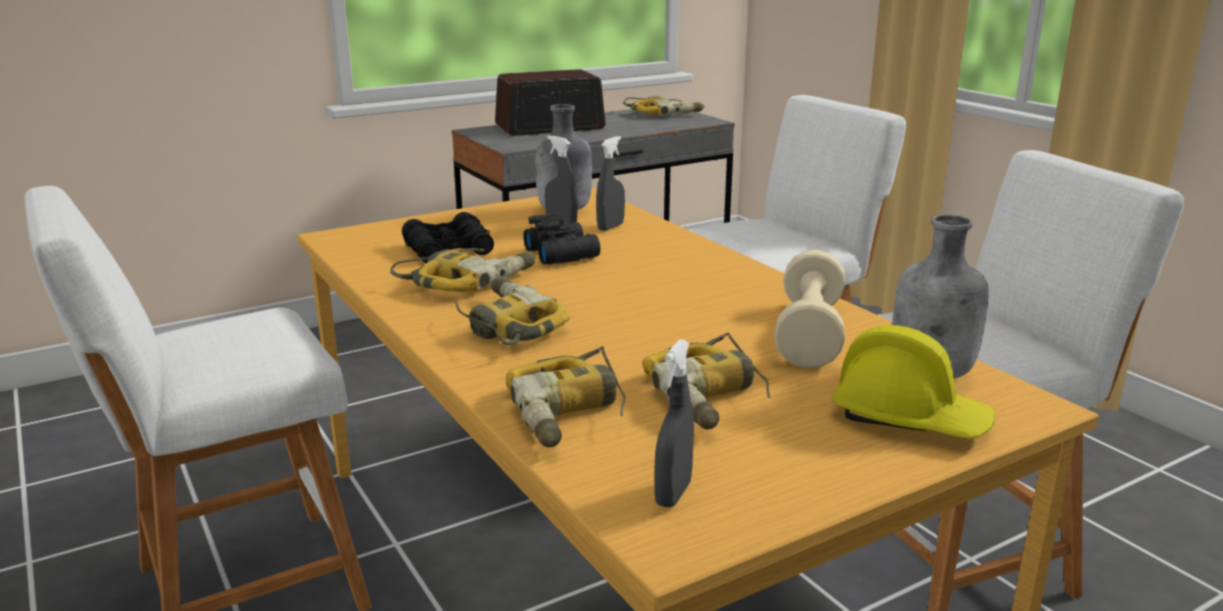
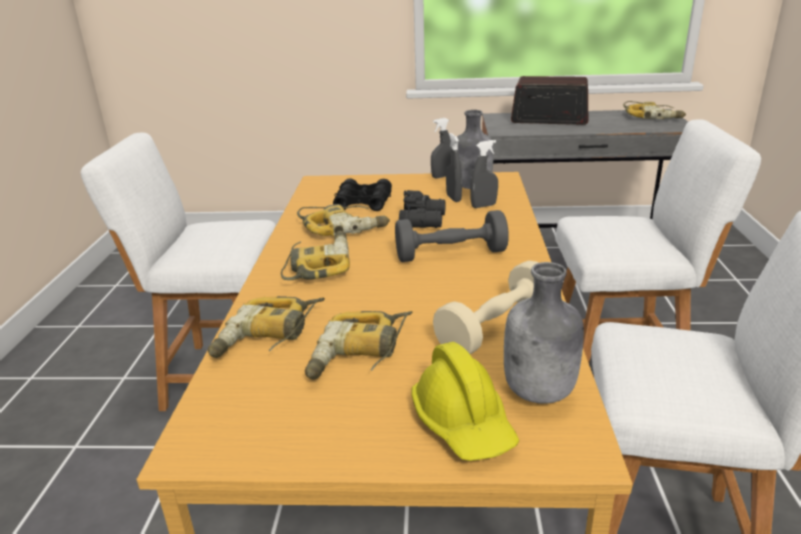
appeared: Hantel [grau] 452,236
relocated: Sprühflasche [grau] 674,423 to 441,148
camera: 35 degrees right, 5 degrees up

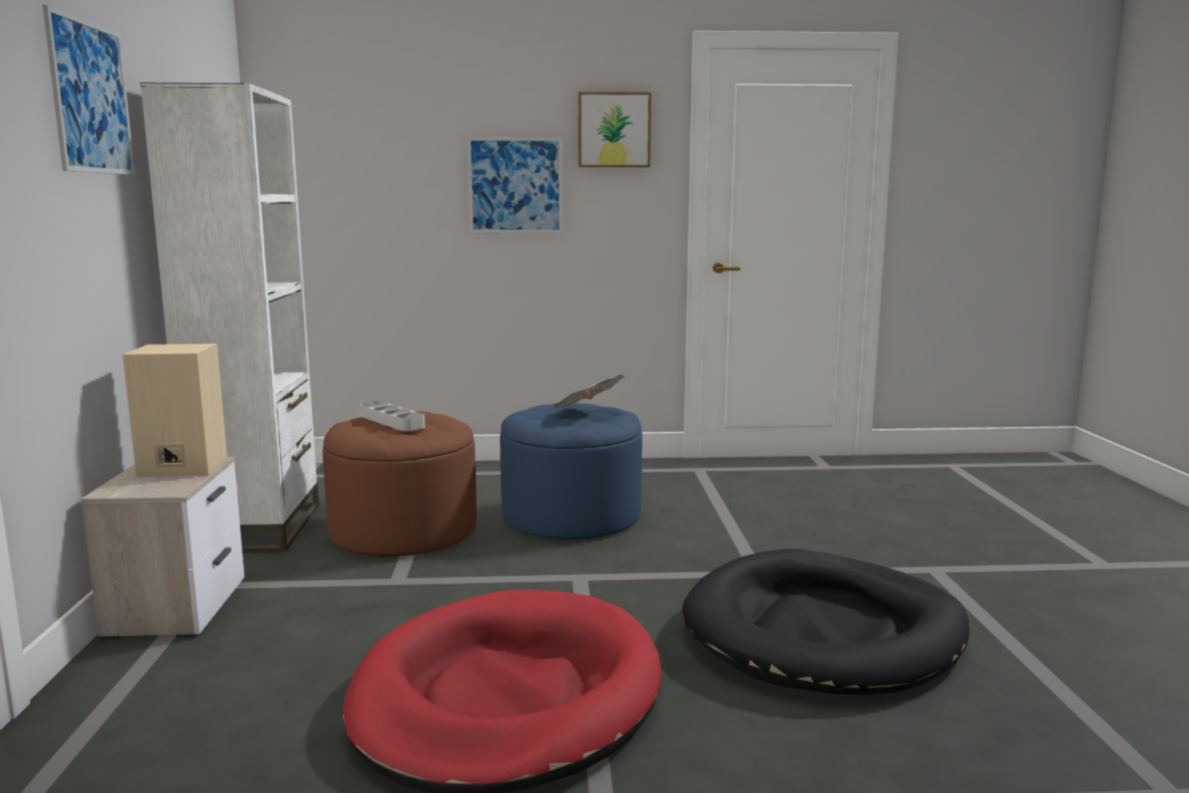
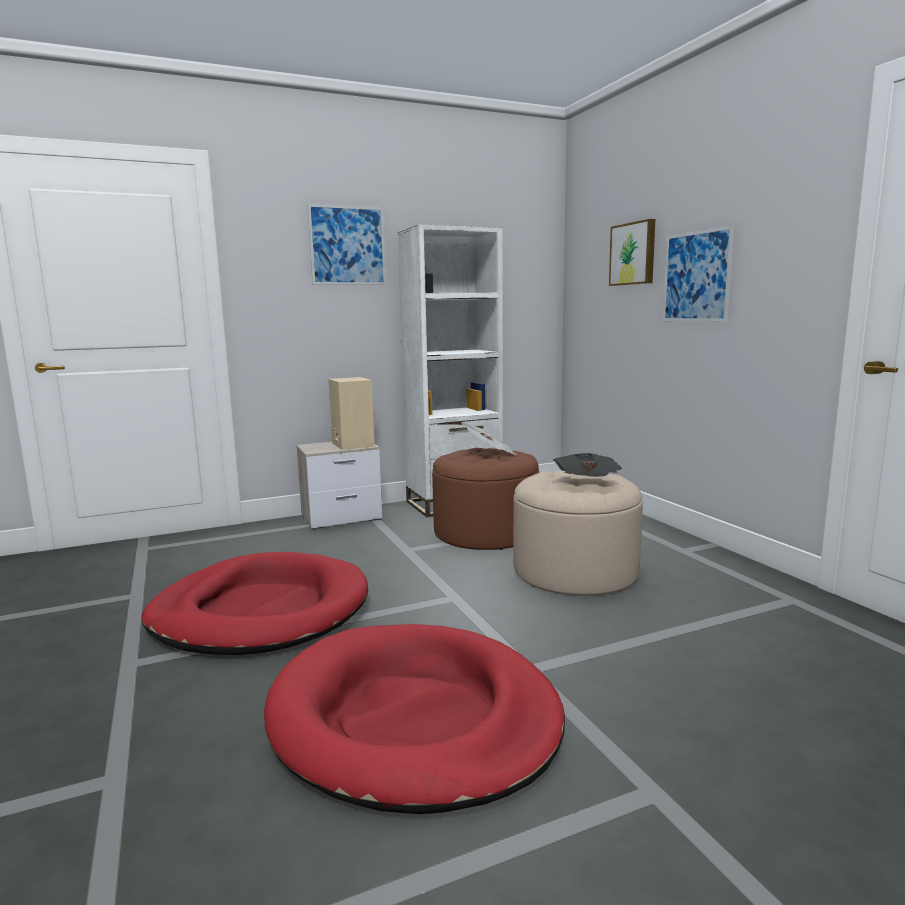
relocated: Bild 614,129 to 632,252
exchanged: Tablett [grau] 392,416 to Zeitung 489,438
colour: Polsterhocker [blau] 571,471 to Polsterhocker [beige] 578,533; Hundebett [schwarz] 825,622 to Hundebett [rot] 414,719
camera: 70 degrees right, 0 degrees up

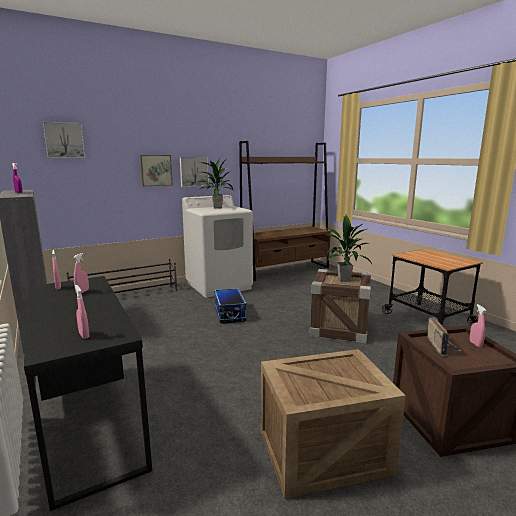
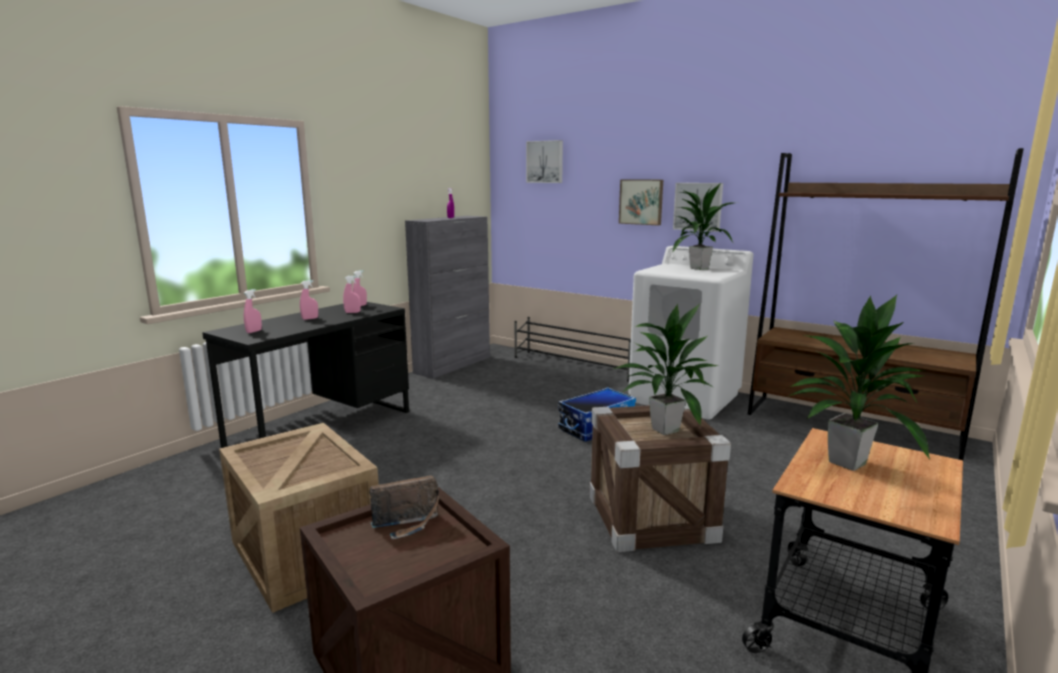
appeared: Topfpflanze 858,383
relocated: Sprühflasche [rosa] 478,325 to 309,300
camera: 65 degrees right, 0 degrees up

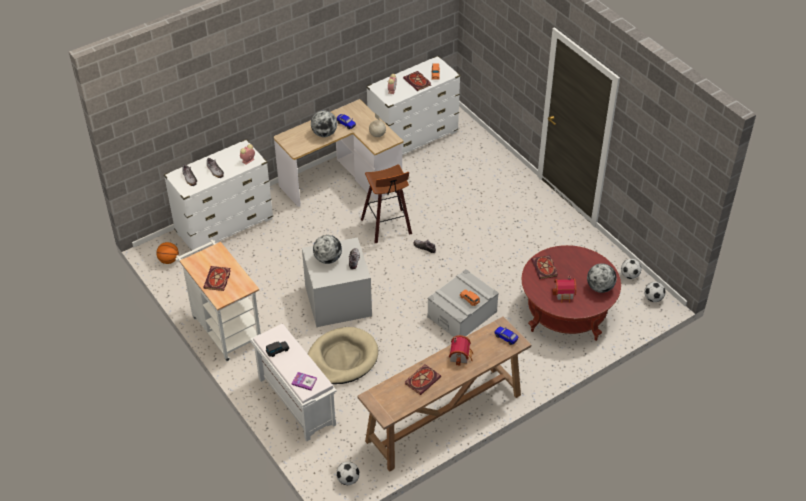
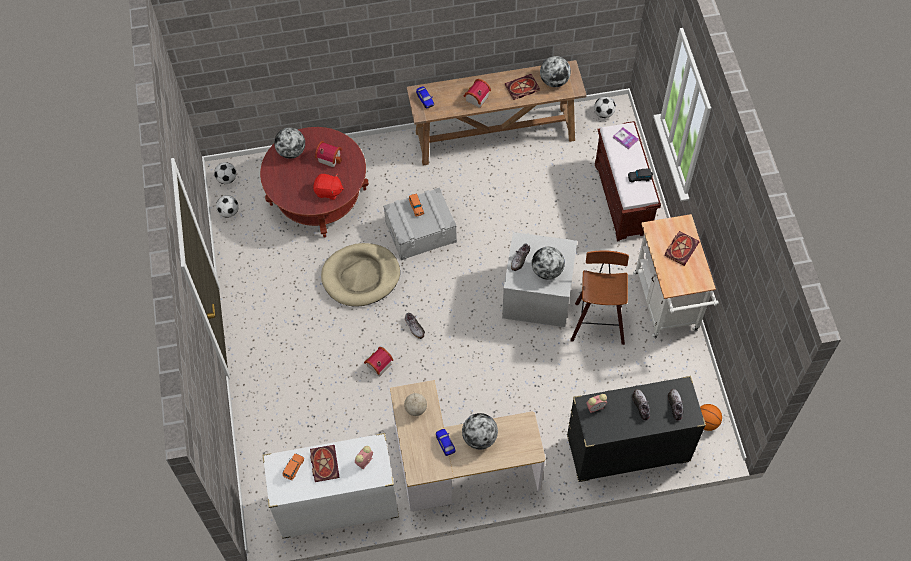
appeared: Spielzeughaus 378,361; Globus 555,71
relocated: Hundebett [beige] 343,355 to 360,275; Hocker 386,203 to 599,297
exchanged: Buch 544,267 to Plüschtier [rot] 328,187
colour: Kommode [weiß] 218,196 to Kommode [schwarz] 636,429; Bank [weiß] 294,382 to Bank [braun] 628,181
camera: 155 degrees left, 15 degrees up

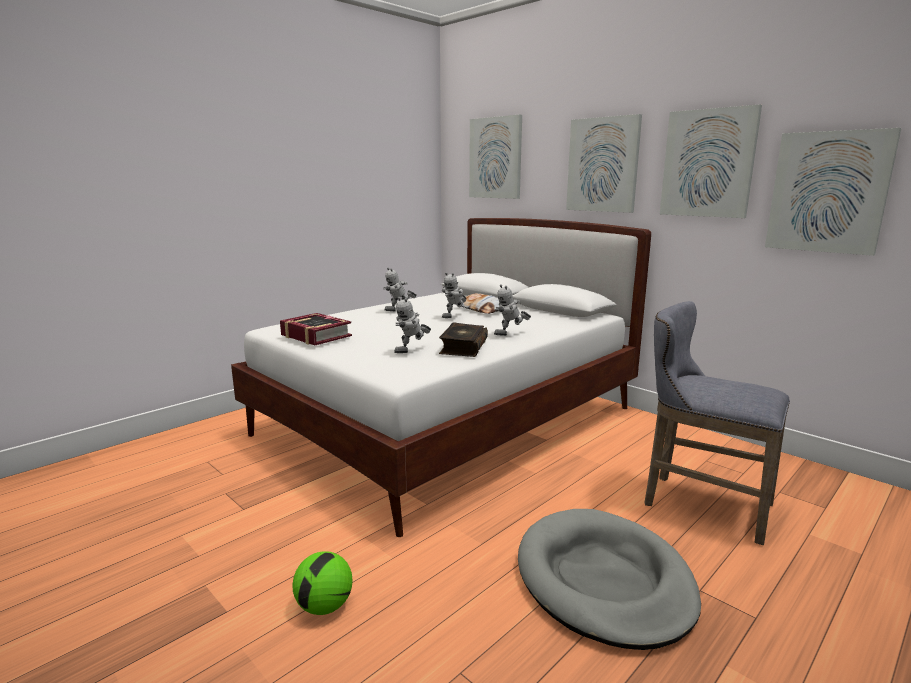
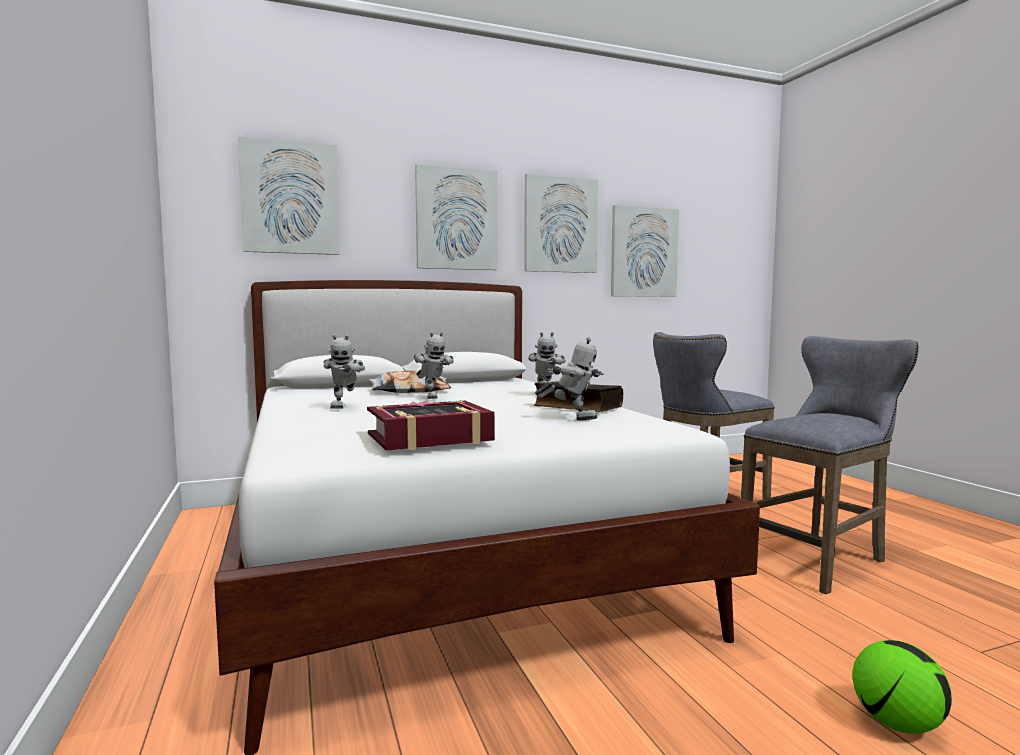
exchanged: Hundebett [grau] 609,579 to Hocker [grau] 830,465
spun: Spielzeugroboter 412,325 = 569,379 60 degrees counterclockwise
camera: 65 degrees left, 10 degrees down

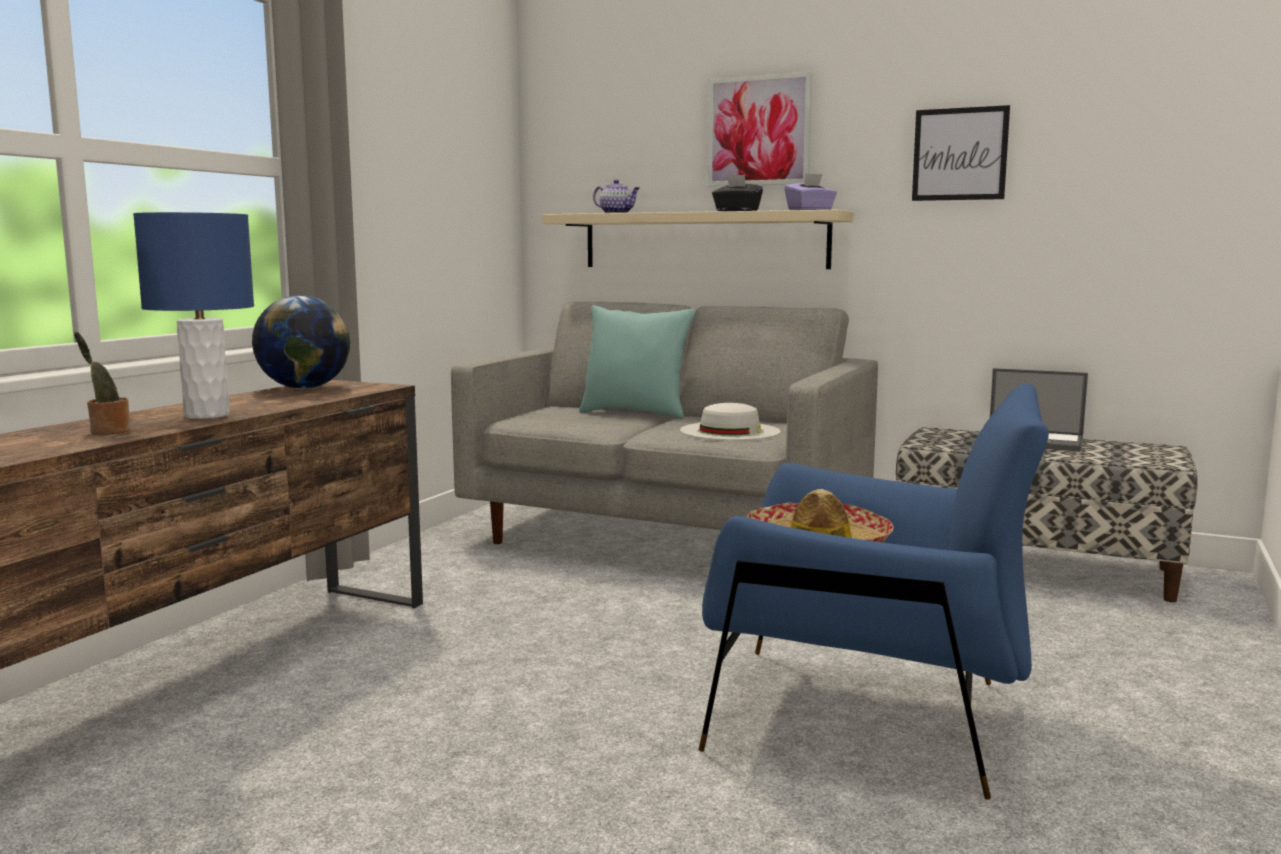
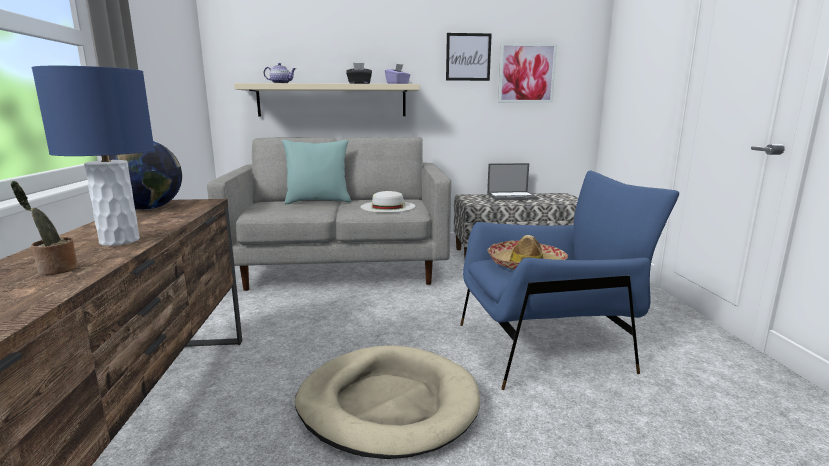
appeared: Hundebett [beige] 387,402
relocated: Bild 759,129 to 527,72
camera: 30 degrees left, 5 degrees up

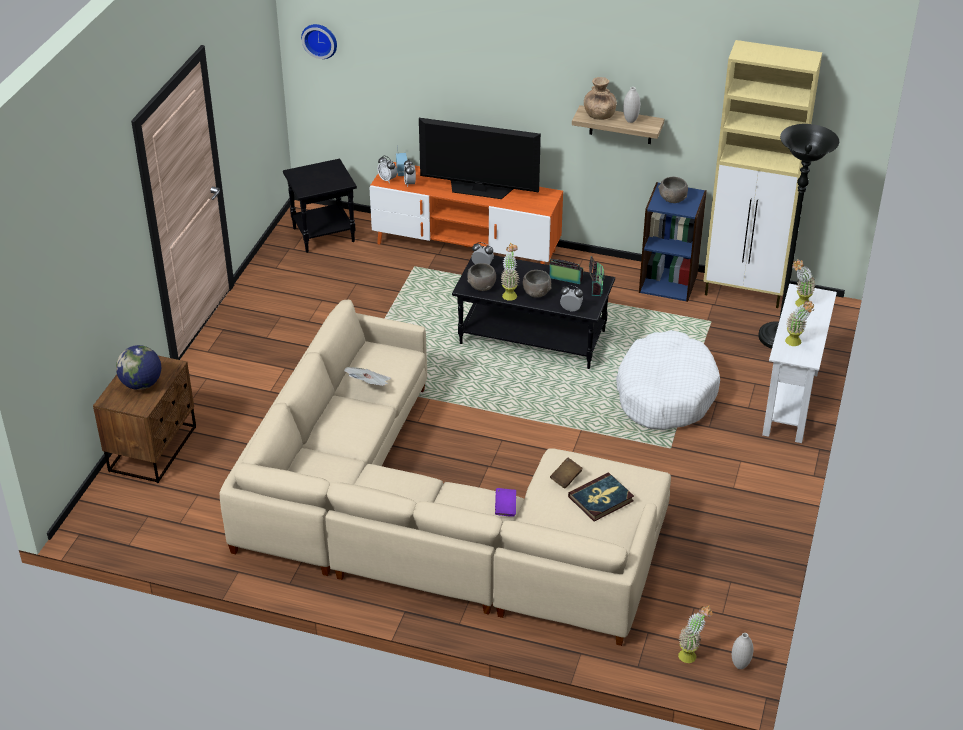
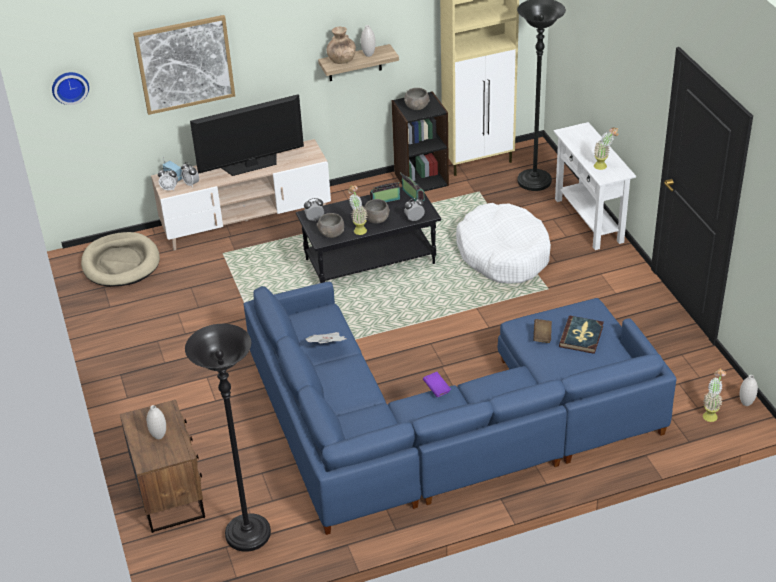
missing: Topfpflanze 804,283
appeared: Bild 184,65; Stehlampe [schwarz] 228,438
relocated: Buch [lila] 505,502 to 437,384
exchanged: Globus 138,367 to Vase [weiß] 156,422; Beistelltisch [schwarz] 320,206 to Hundebett [beige] 120,259
colour: Sofa [beige] 445,473 to Sofa [blau] 460,408; Fernsehschrank [orange] 466,213 to Fernsehschrank [beige] 241,195; Bücherregal [blau] 673,242 to Bücherregal [schwarz] 420,141
camera: 35 degrees left, 0 degrees up

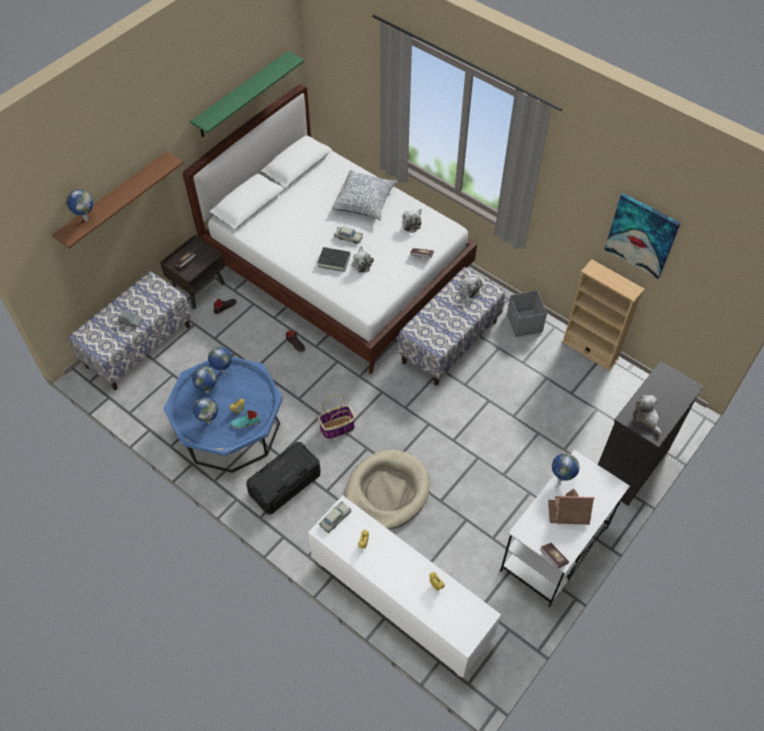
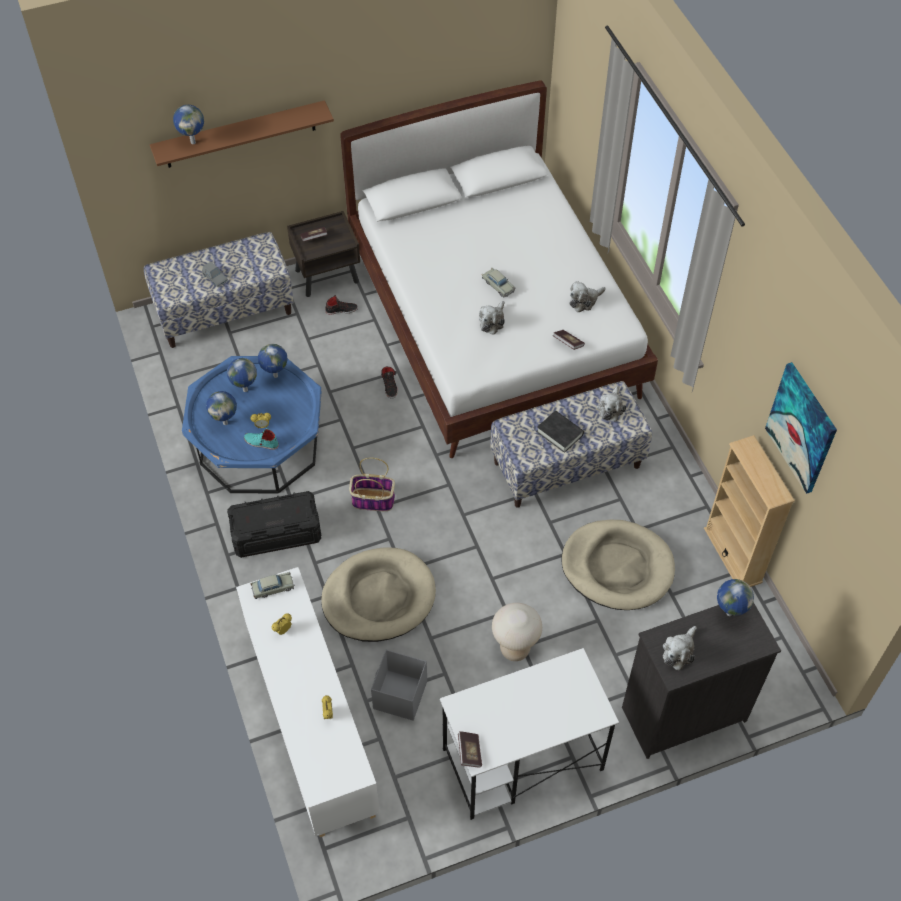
missing: Wandregal [grün] 247,94; Kissen 365,195; Spielzeughaus 571,507
appeared: Hocker [beige] 517,632; Hundebett [beige] 618,565
relocated: Buch [schwarz] 334,259 to 560,432; Aufbewahrungsbox [grau] 527,313 to 399,685; Globus 566,467 to 735,597
spun: Plüschtier 647,415 = 680,648 150 degrees counterclockwise
camera: 30 degrees right, 0 degrees up

